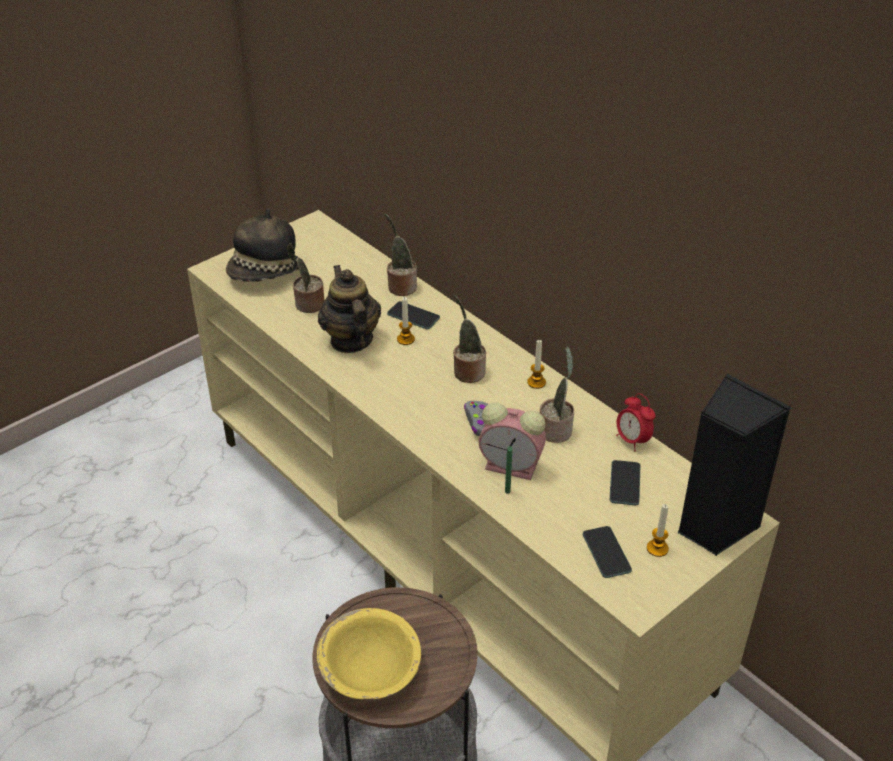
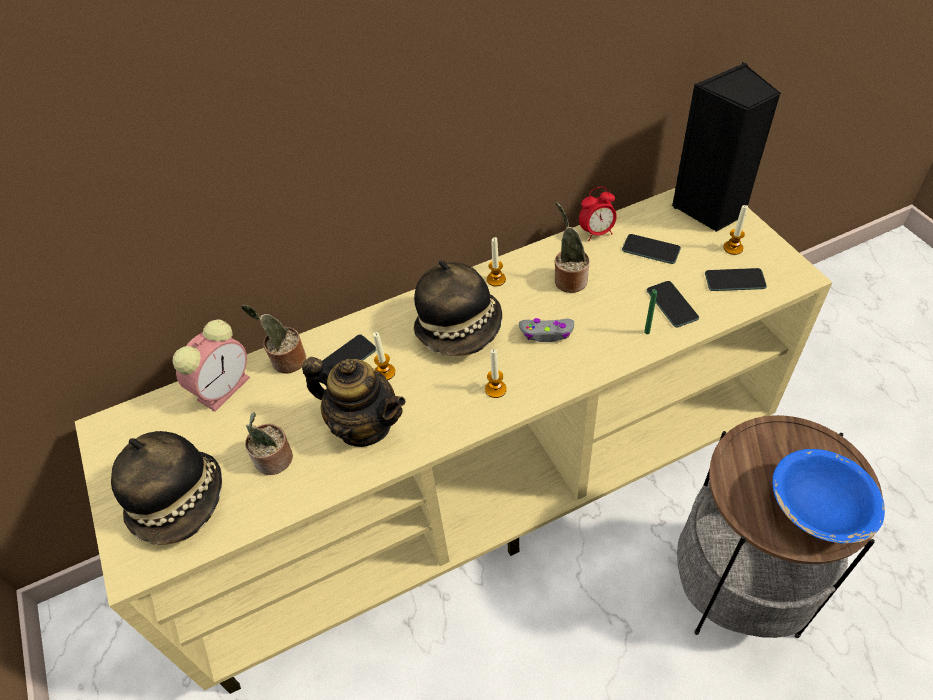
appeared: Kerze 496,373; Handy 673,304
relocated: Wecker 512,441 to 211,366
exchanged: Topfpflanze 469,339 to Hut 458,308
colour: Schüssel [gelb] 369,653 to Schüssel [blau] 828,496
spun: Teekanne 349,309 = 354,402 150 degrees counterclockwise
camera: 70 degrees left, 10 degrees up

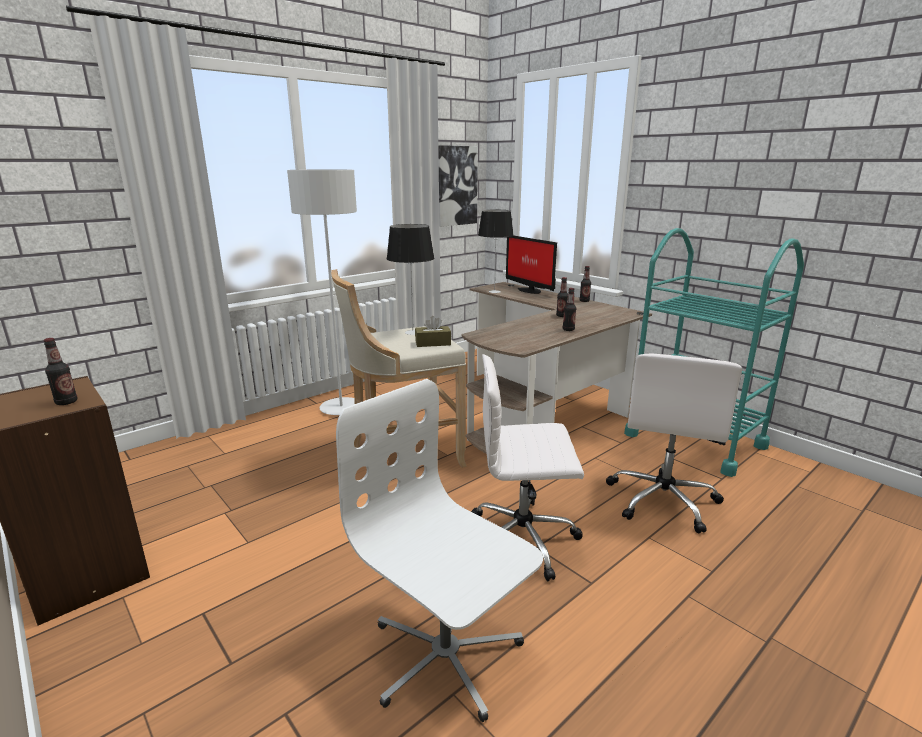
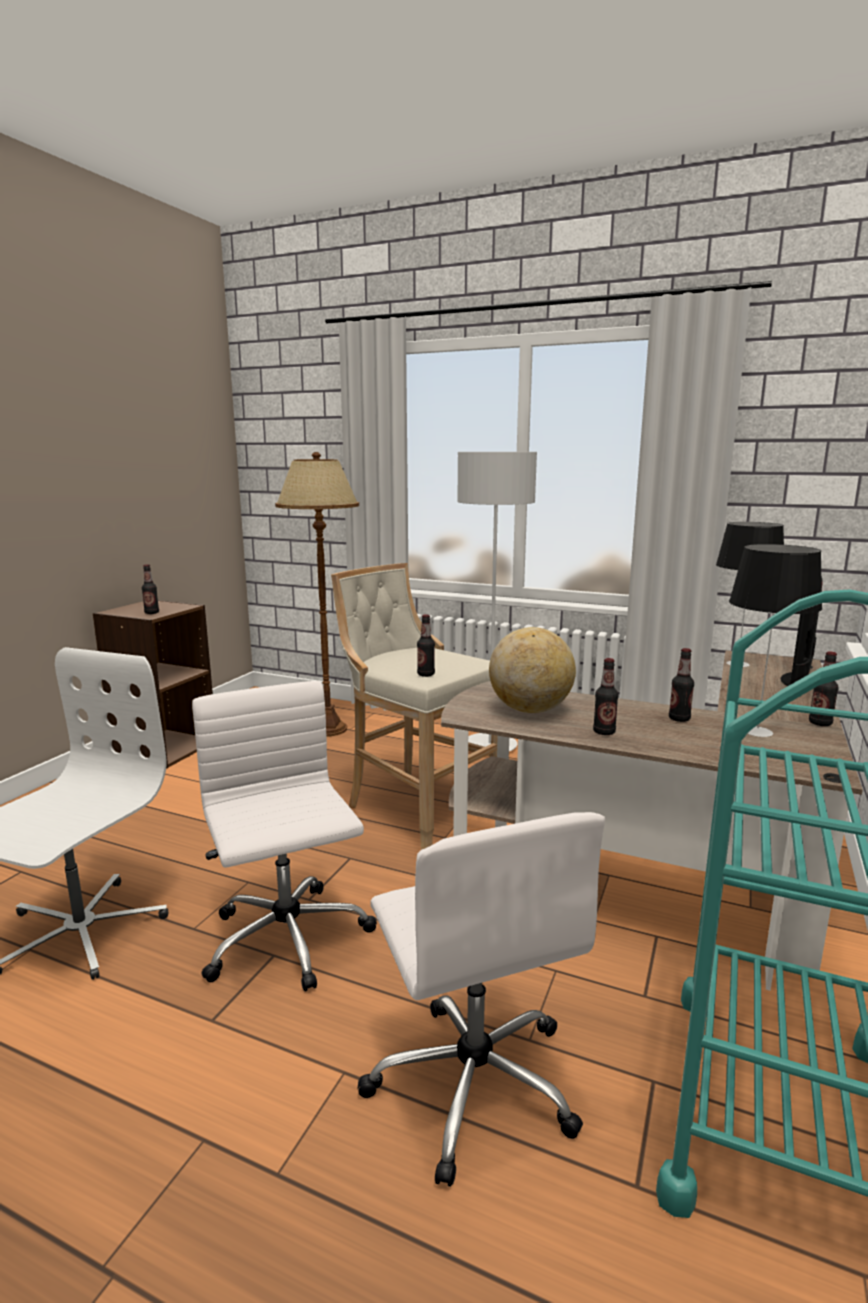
missing: Bild 458,186
appeared: Stehlampe [braun] 317,594; Globus 532,670
relocated: Tischlampe 411,279 to 775,640
exchanged: Taschentuchbox [braun] 433,331 to Flasche 426,646
spun: Bürostuhl [weiß] 674,443 = 481,999 105 degrees counterclockwise
camera: 65 degrees right, 5 degrees down

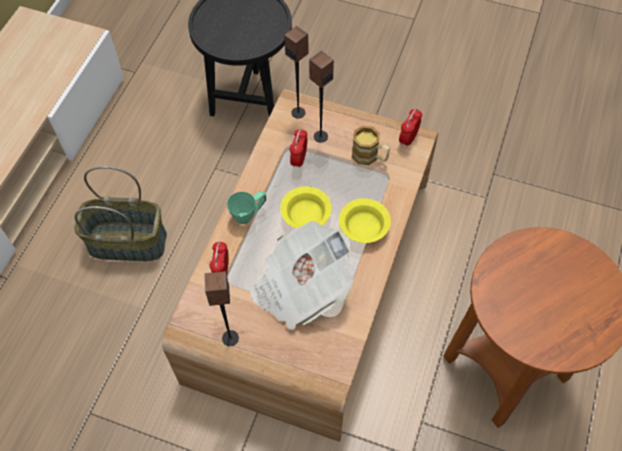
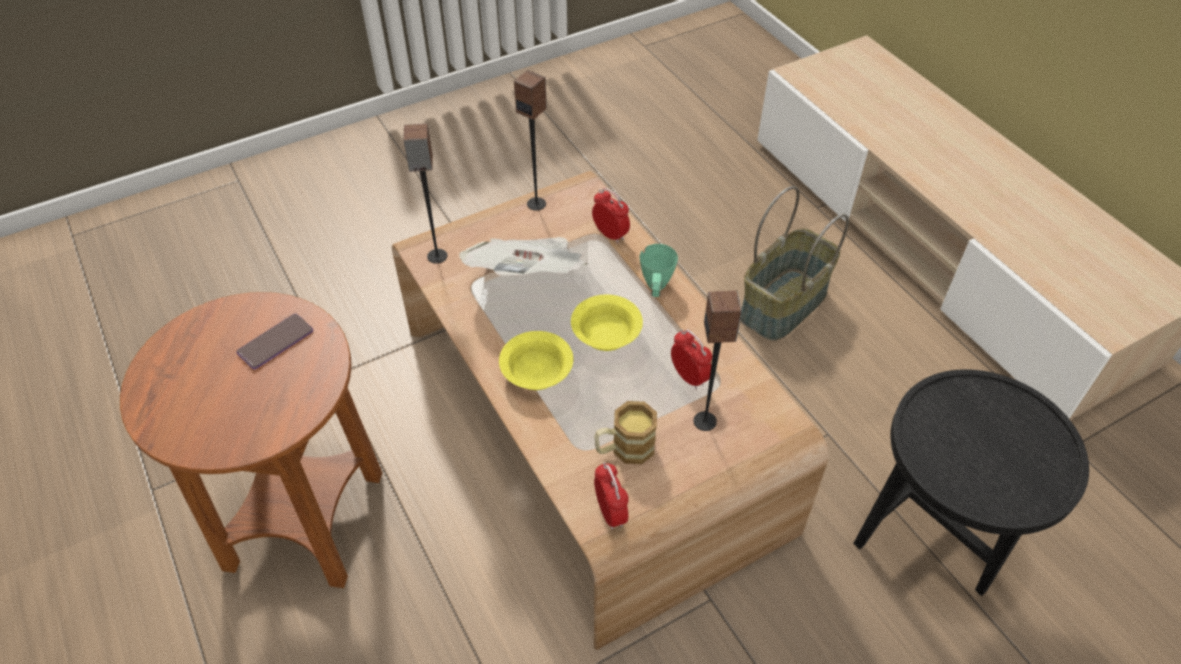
appeared: Handy 275,341
relocated: Lautsprecher 296,72 to 425,193
camera: 130 degrees right, 10 degrees down

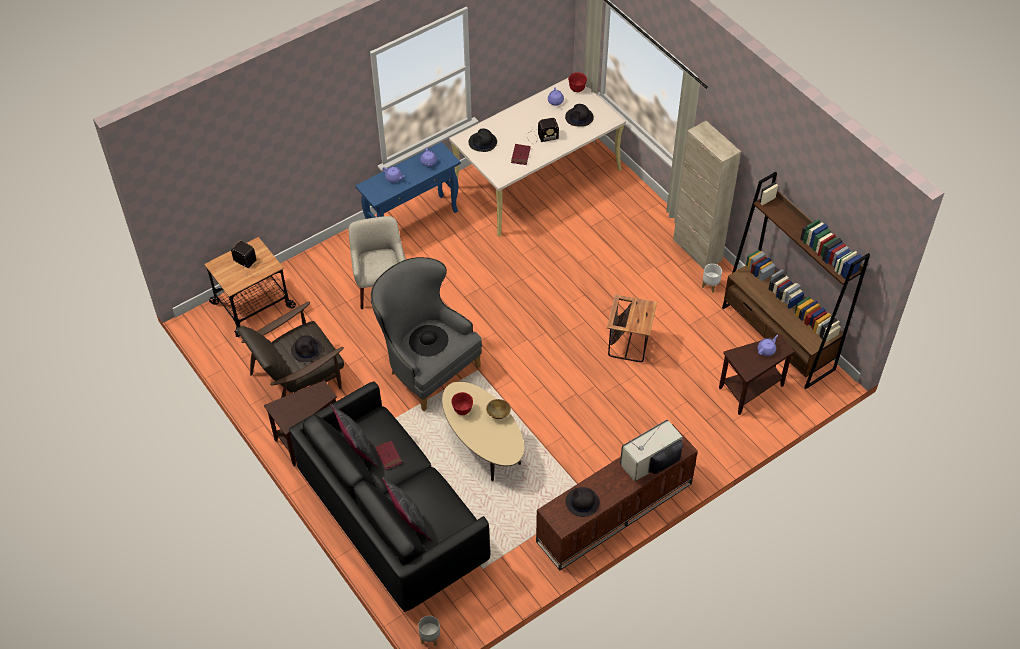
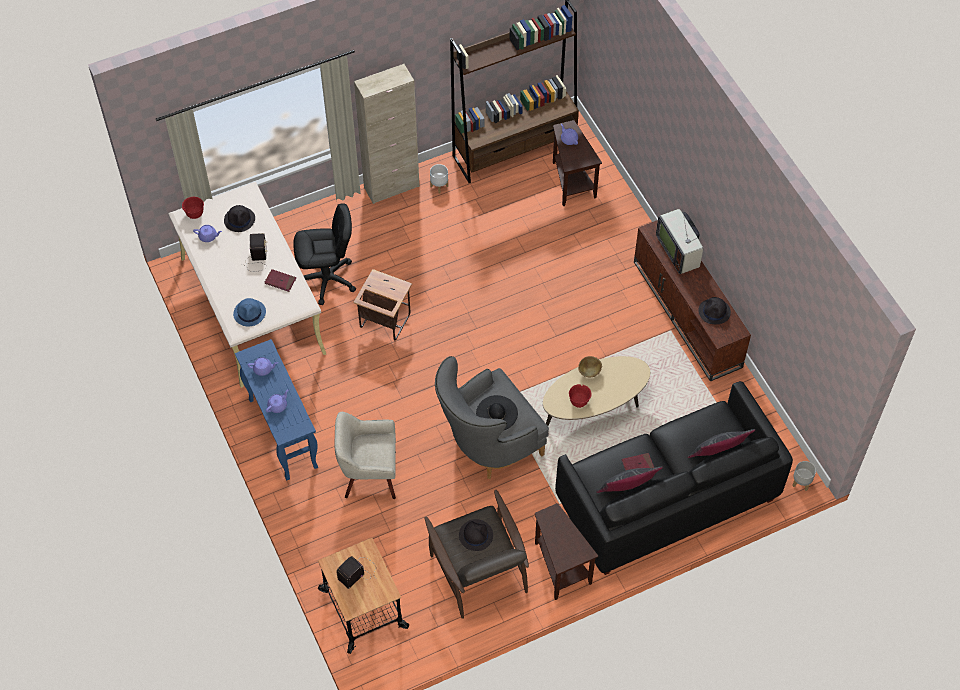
appeared: Bürostuhl [schwarz] 324,254
relocated: Beistelltisch 632,328 to 382,304
colour: Hut [schwarz] 482,140 to Hut [blau] 249,312
camera: 80 degrees left, 5 degrees up

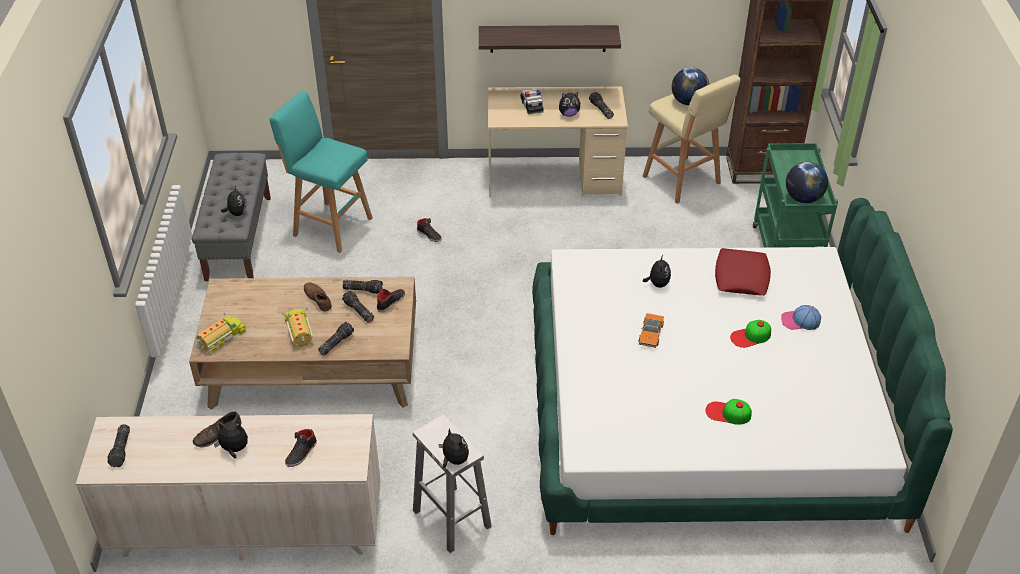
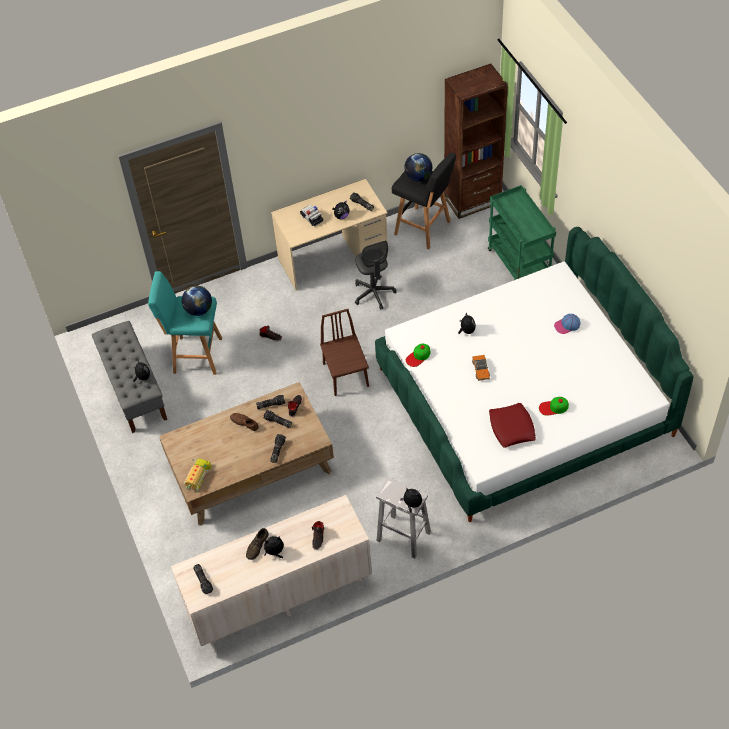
missing: Spielzeuglaster 297,328; Wandregal 550,39
appeared: Stuhl [braun] 344,352; Bürostuhl [grau] 375,275
relocated: Kissen [rot] 743,272 to 512,425; Kappe 750,334 to 418,355; Globus 807,182 to 197,301
colour: Hocker [beige] 691,139 to Hocker [schwarz] 424,201
camera: 20 degrees left, 10 degrees up

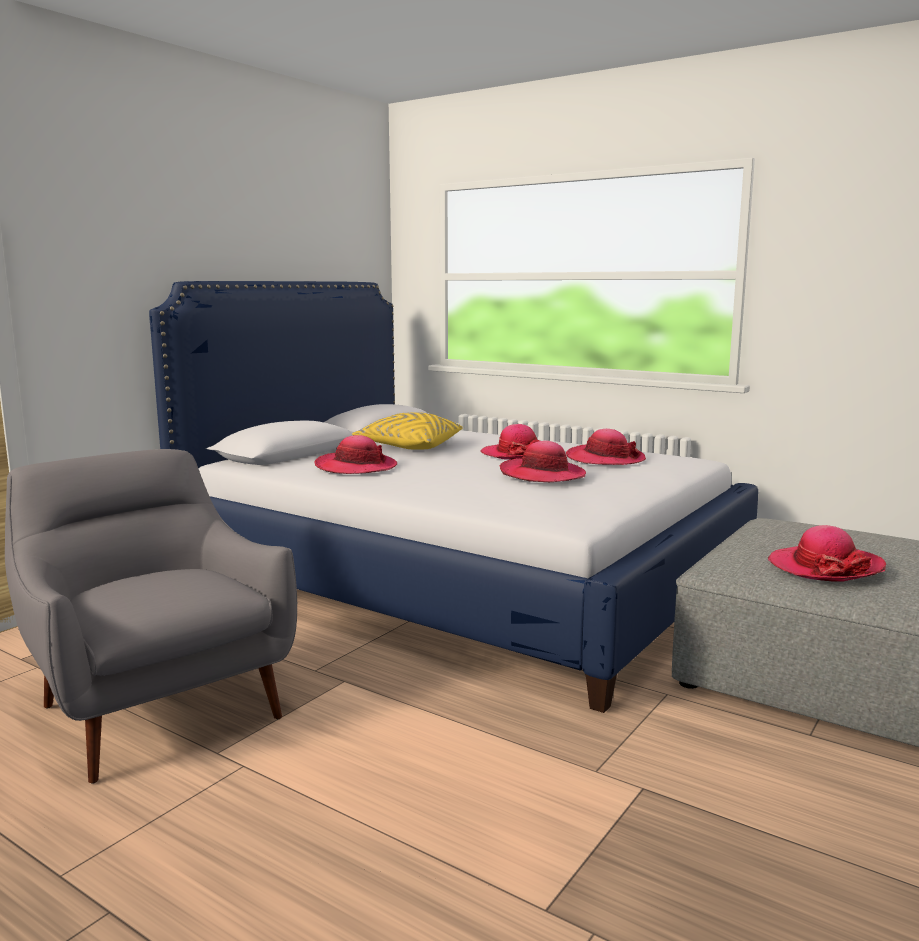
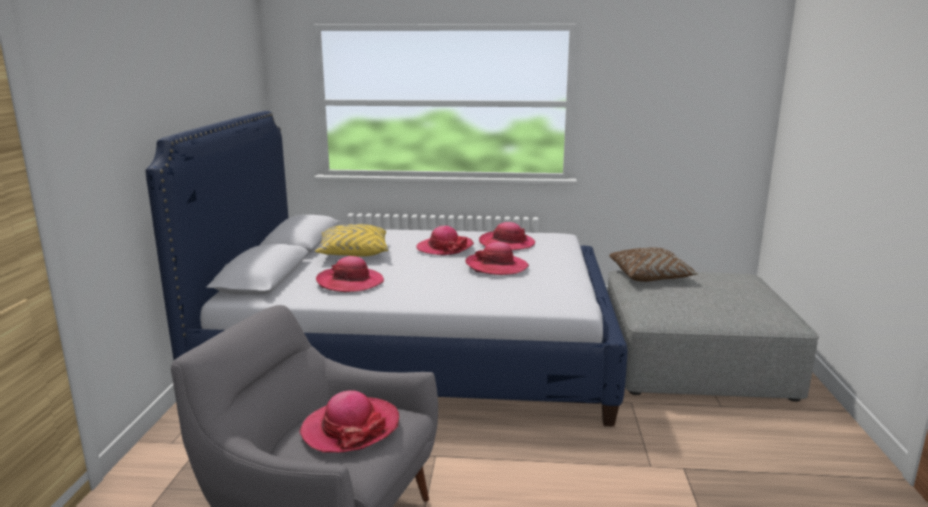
appeared: Kissen [braun] 653,264
relocated: Hut 827,553 to 349,421
camera: 30 degrees left, 5 degrees up

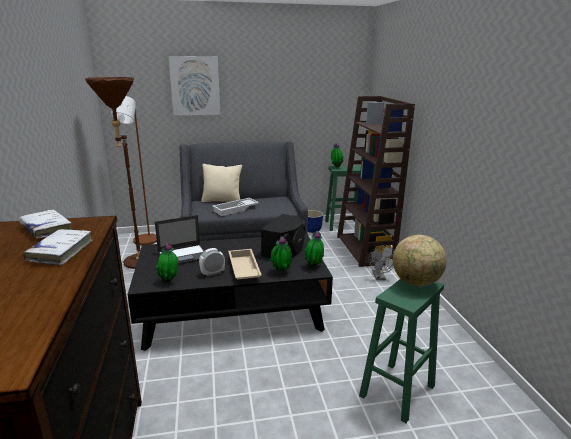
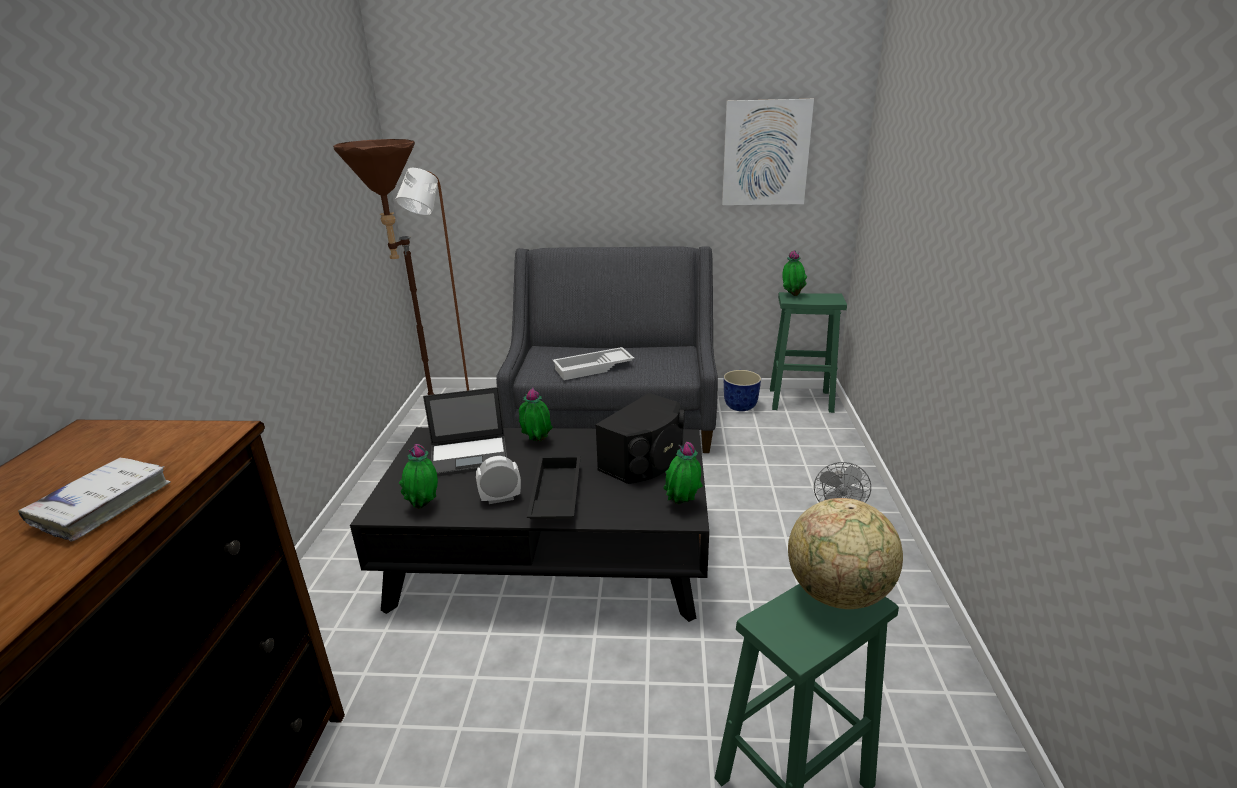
missing: Buch [weiß] 45,224; Kissen [beige] 221,183; Bücherregal [braun] 376,181
relocated: Bild 194,85 to 768,152; Topfpflanze 281,254 to 536,414
colour: Tablett [beige] 245,264 to Tablett [schwarz] 554,487
camera: 15 degrees right, 5 degrees up

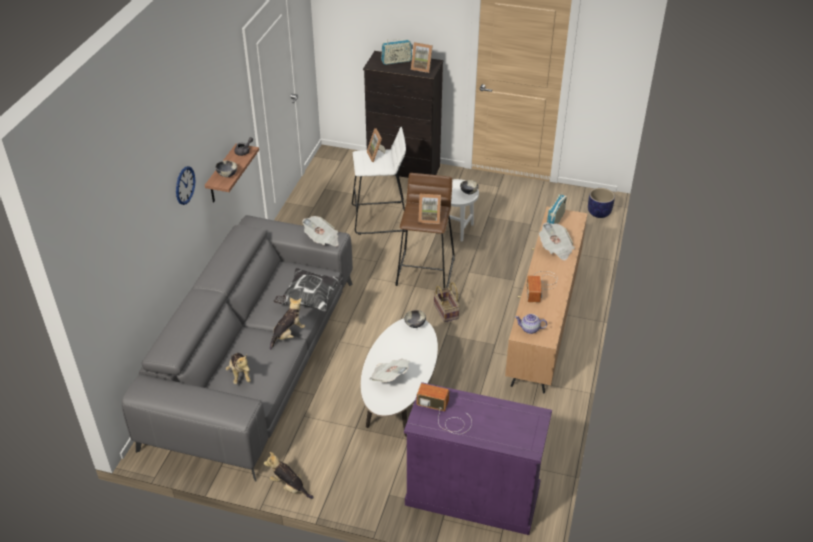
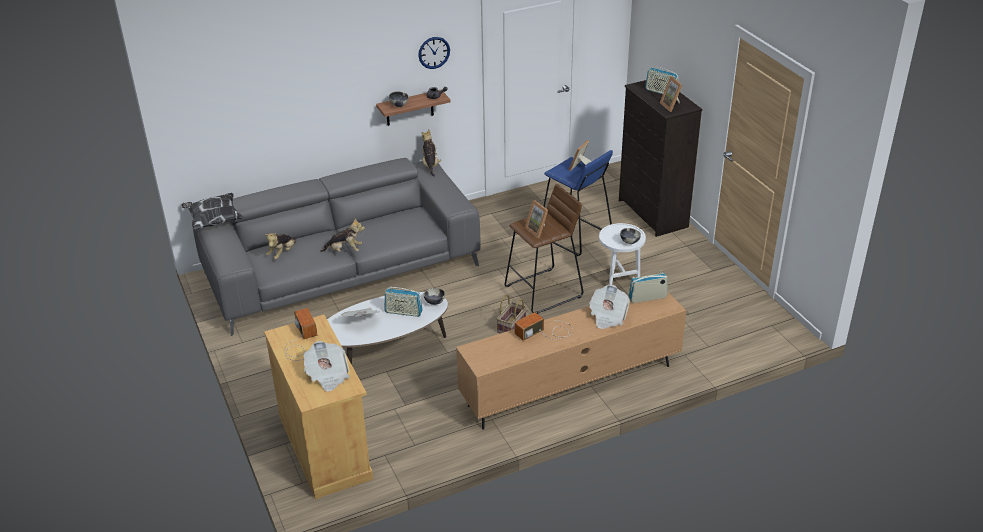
missing: Teekanne 531,324; Pflanzkübel 601,203
appeared: Radio 404,301
relocated: Wanduhr 185,185 to 434,53; Plüschtier 289,475 to 431,153; Kissen 308,289 to 212,211; Zeitung 320,231 to 327,366
colour: Hocker [weiß] 379,181 to Hocker [blau] 578,203; Schrank [lila] 478,458 to Schrank [beige] 318,407
camera: 50 degrees right, 5 degrees down

